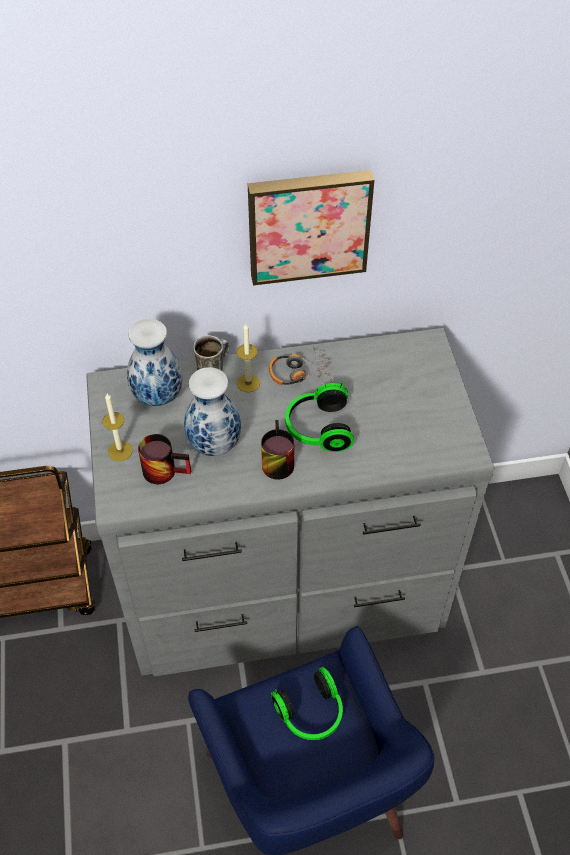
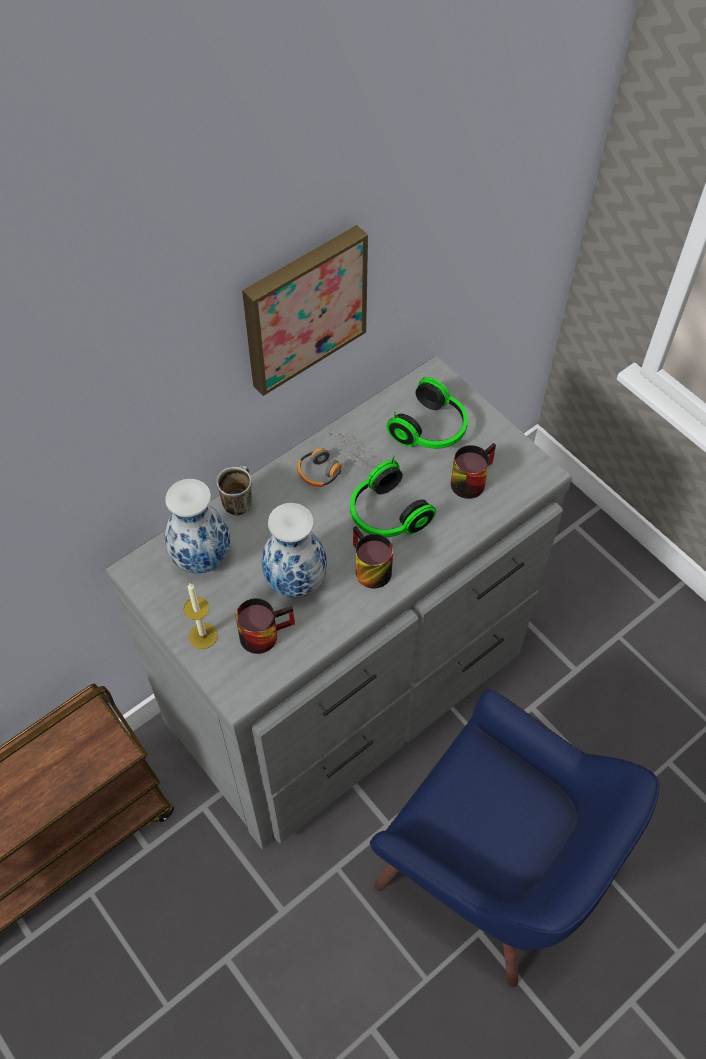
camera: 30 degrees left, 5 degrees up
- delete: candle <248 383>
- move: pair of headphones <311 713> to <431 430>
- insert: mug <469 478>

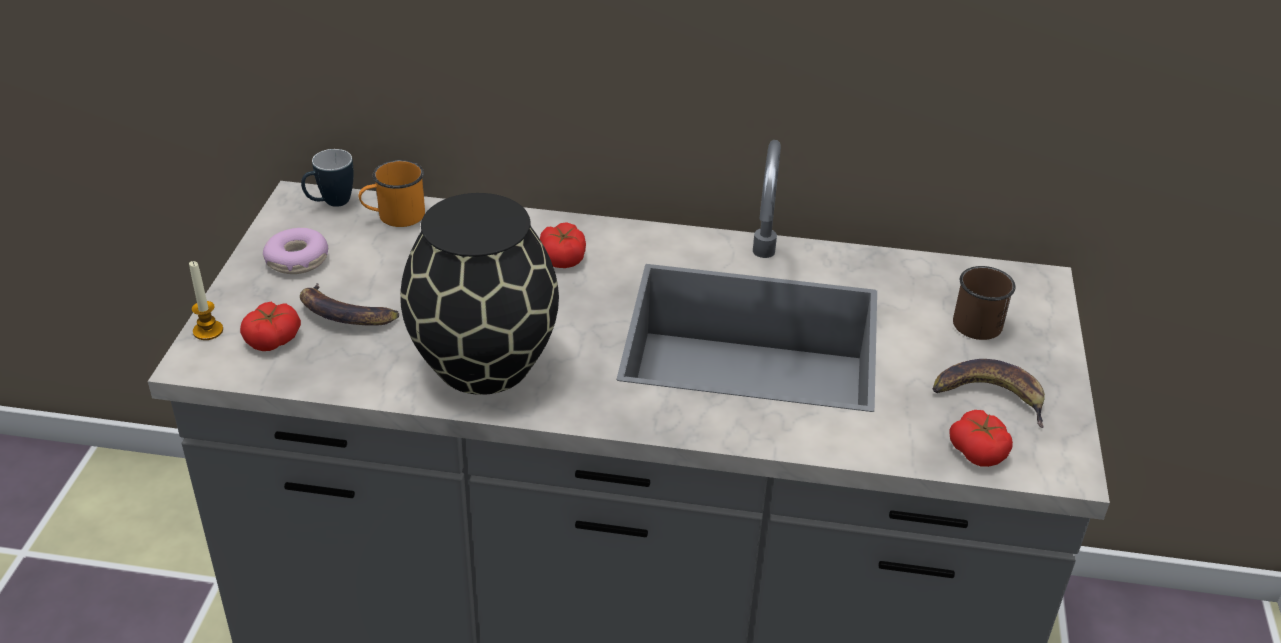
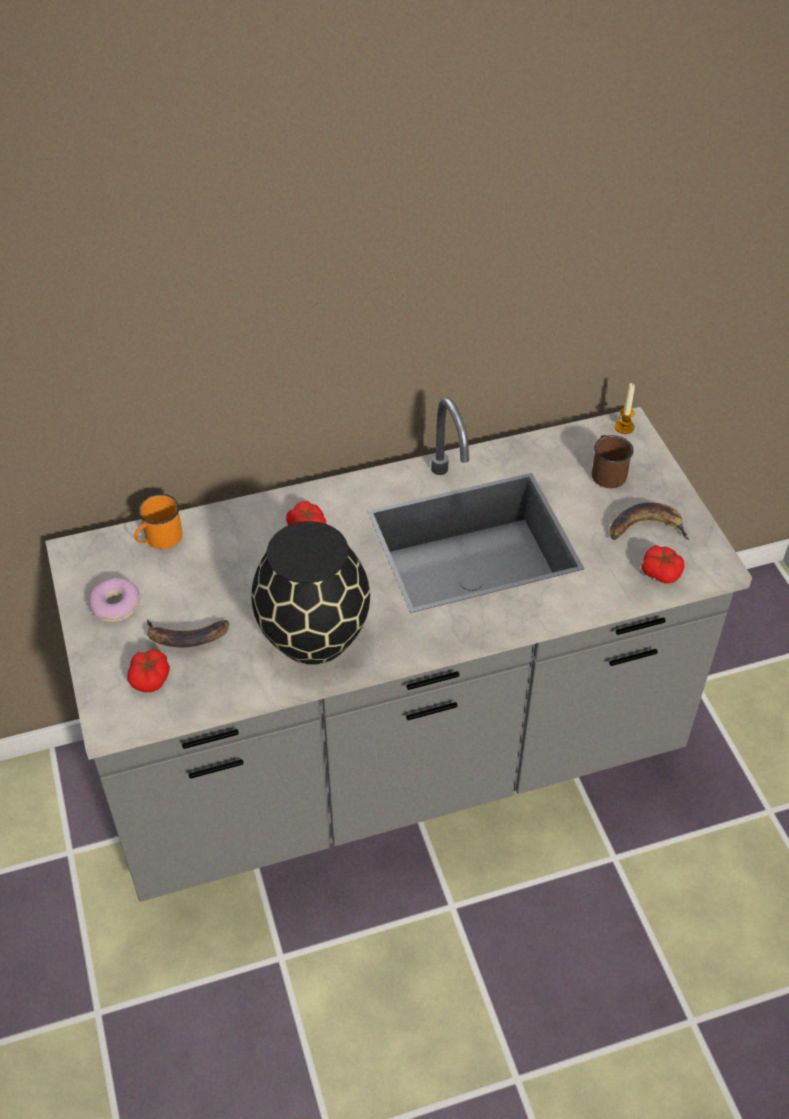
camera: 25 degrees left, 10 degrees up
- move: candle <208 331> to <624 427>
- delete: mug <330 203>

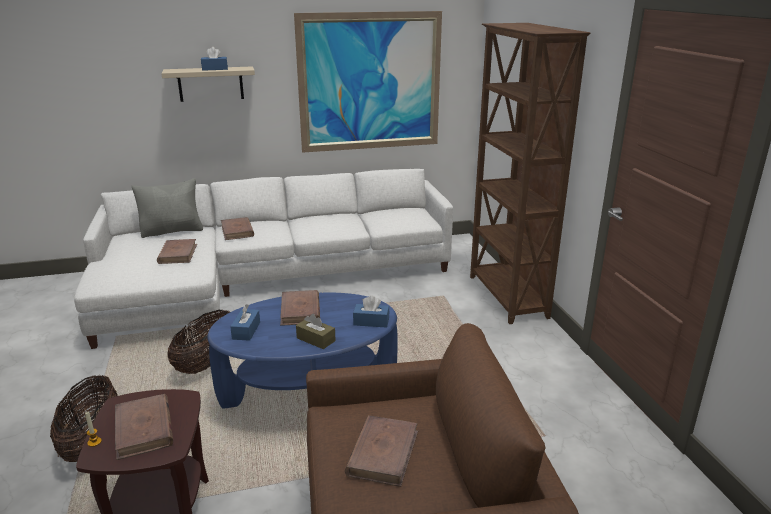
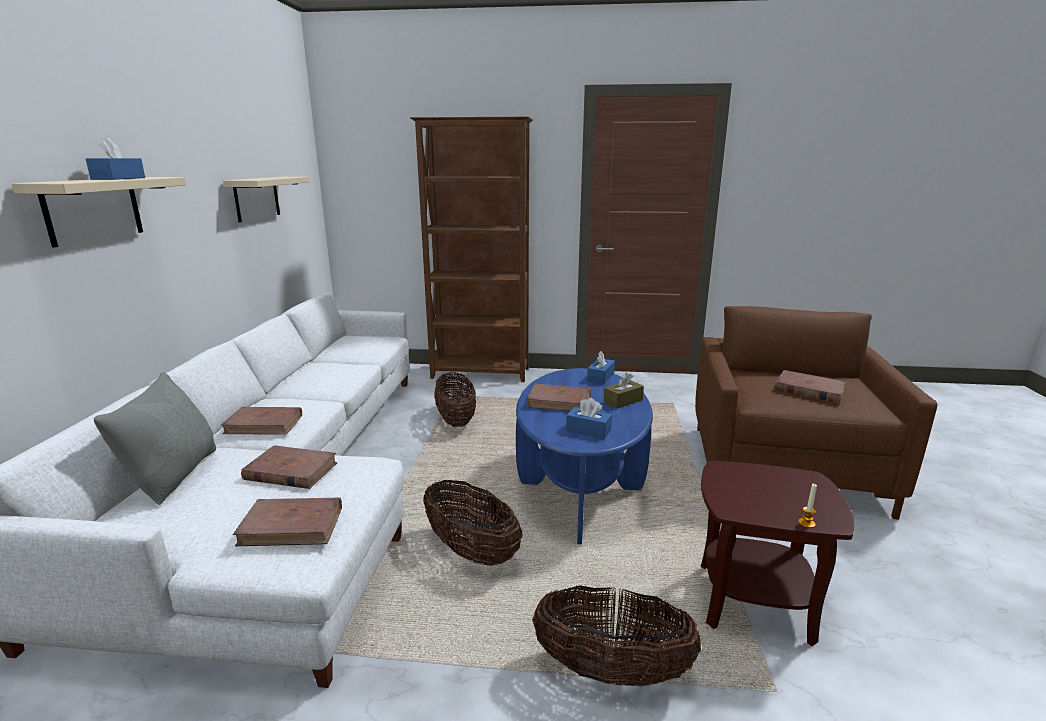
camera: 70 degrees left, 5 degrees down
- move: brownish book <144 429> to <292 526>
- replace: picture <370 82> to beige-coloured bracket shelf <257 198>
- insert: storage basket <456 420>

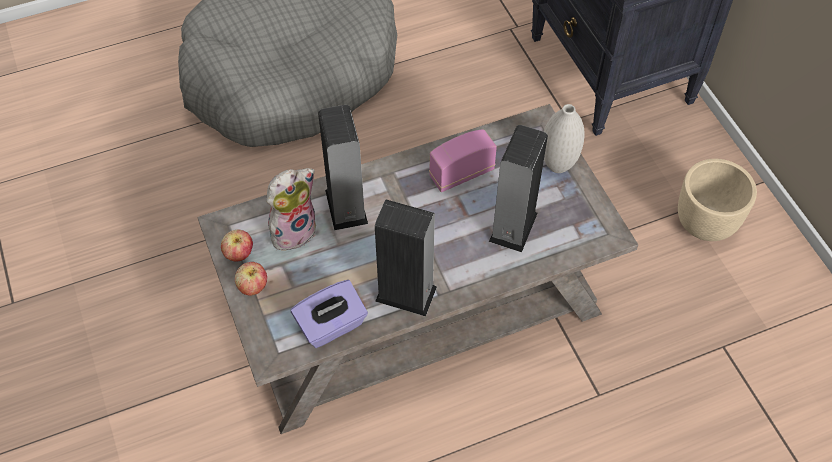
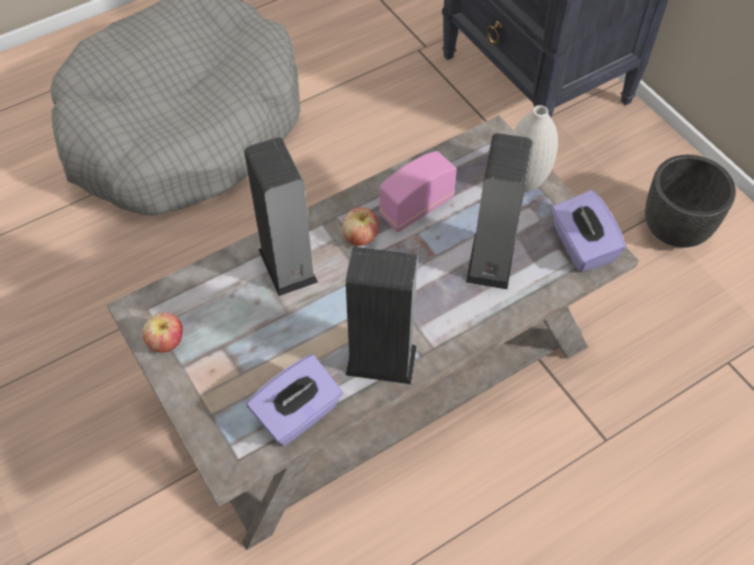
camera: 10 degrees left, 0 degrees up
- move: whole apple <253 287> to <360 238>
- delete: soft toy <293 230>
- recolor: beige-coloured flower pot <704 224> to black-coloured flower pot <674 230>
- insert: purple-coloured box of tissues <581 246>

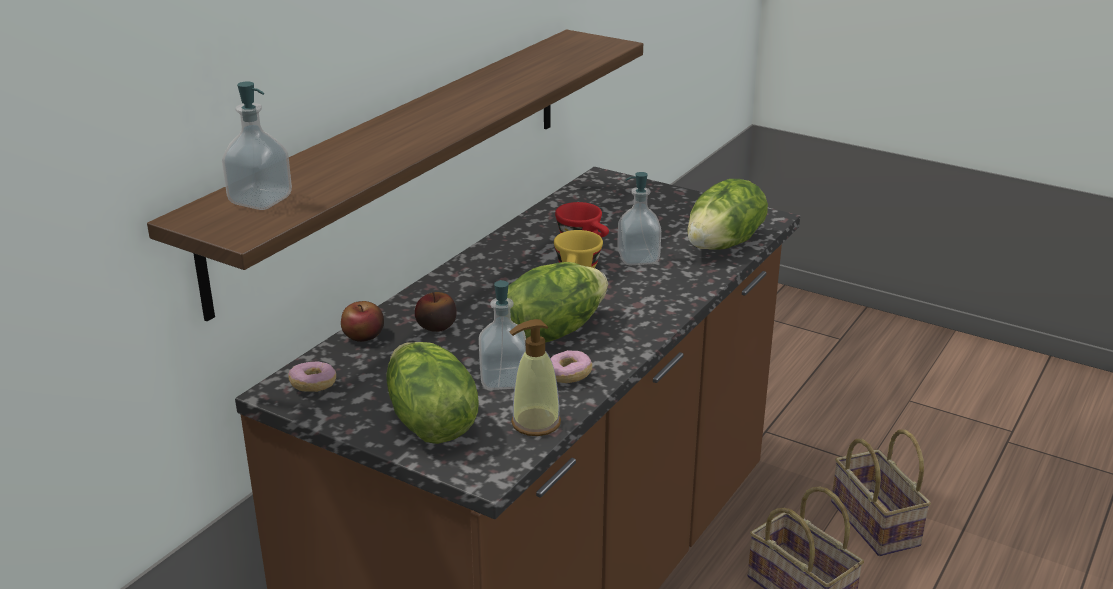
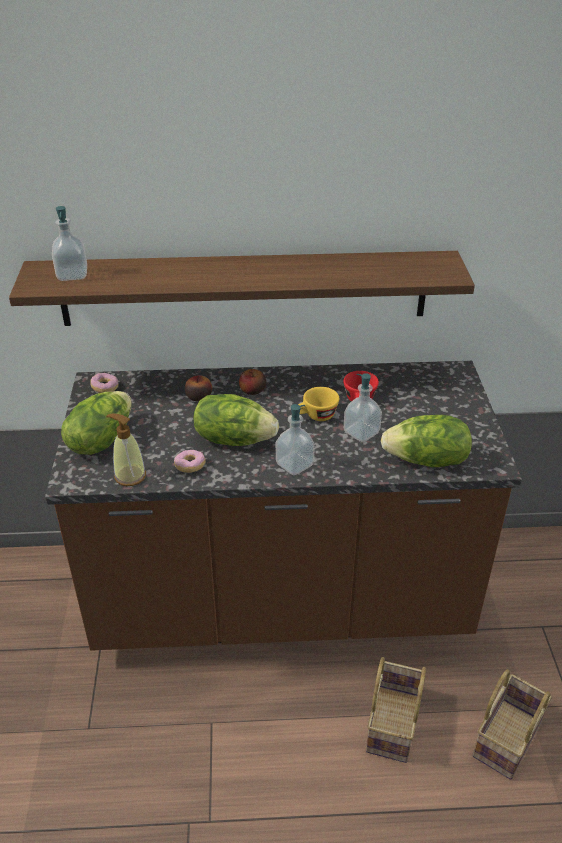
camera: 55 degrees right, 10 degrees up
- move: whole apple <364 335> to <252 390>
- move: liquid soap bottle <503 380> to <294 464>

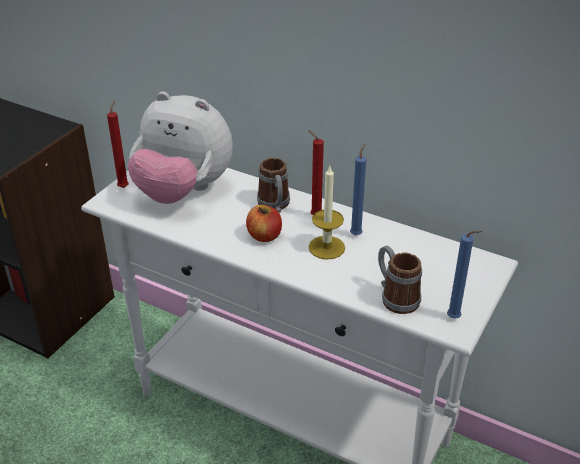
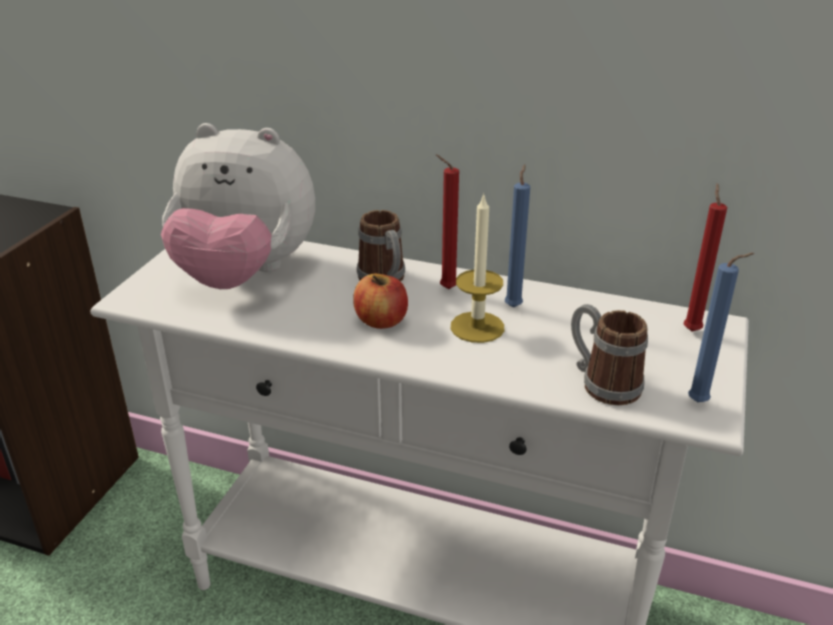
camera: 10 degrees left, 5 degrees down
- move: reddish candle <124 186> to <691 329>

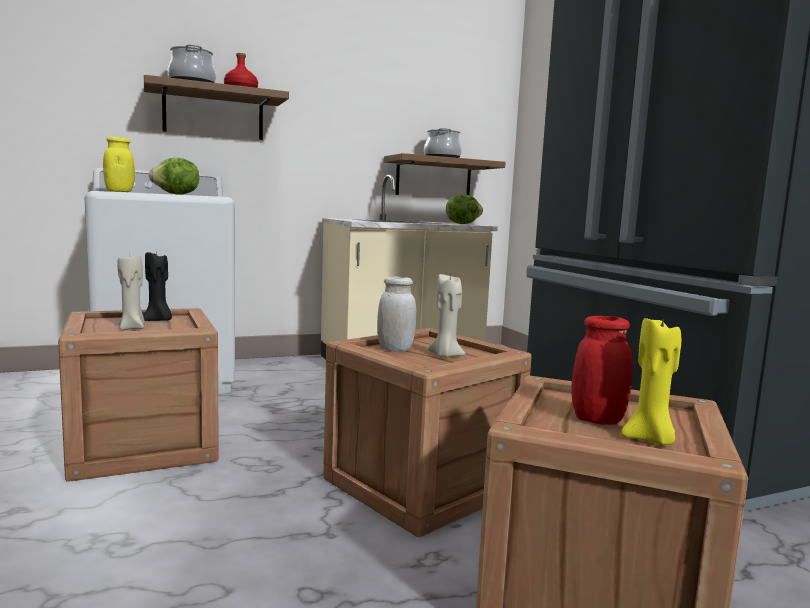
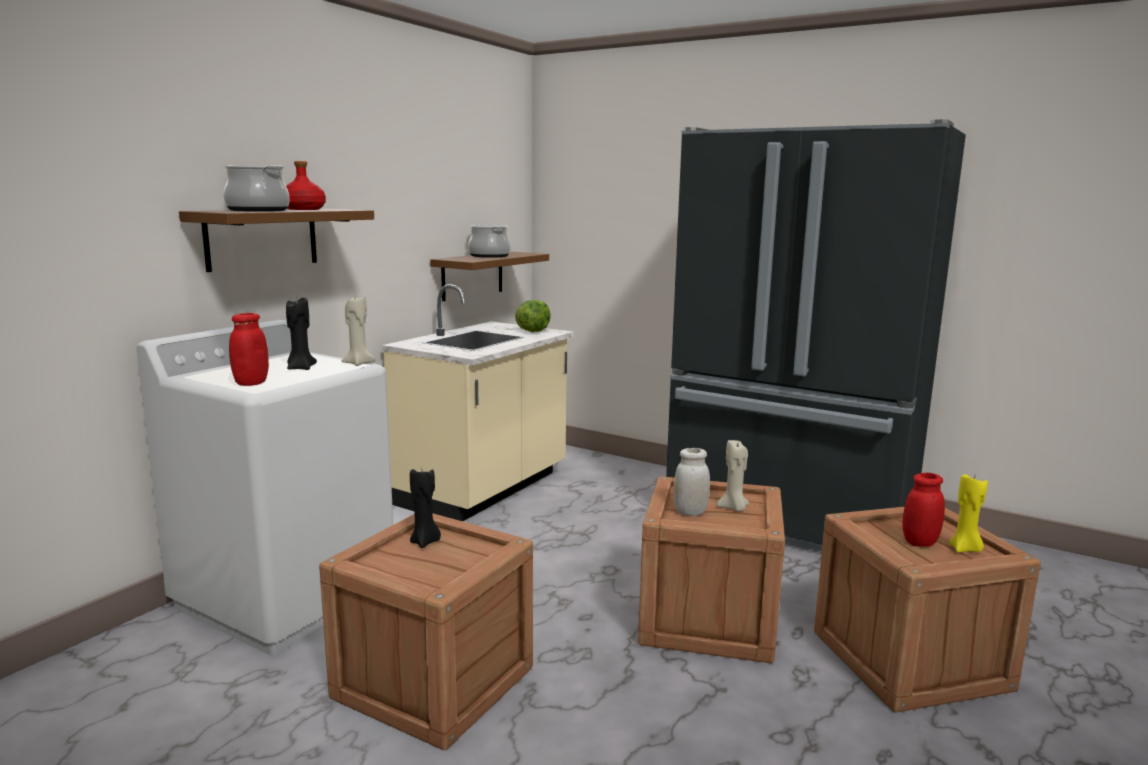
camera: 35 degrees left, 5 degrees up
- recolor: yellow-coloured jar <119 191> to reddish jar <251 383>
- move: beige-coloured candle <132 328> to <358 363>
- replace: lettuce head <176 194> to black-coloured candle <300 368>

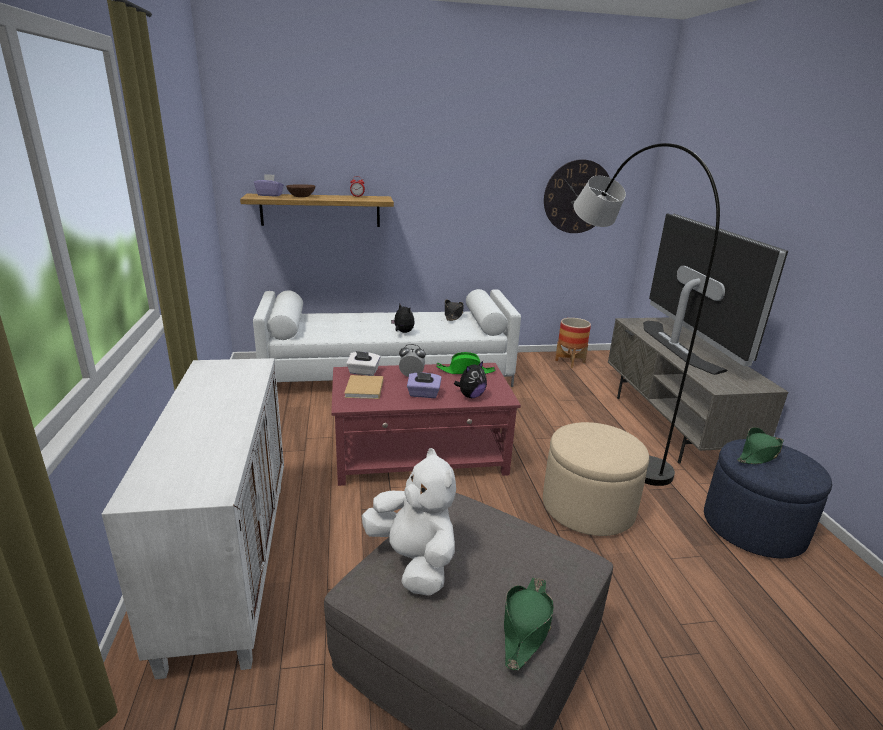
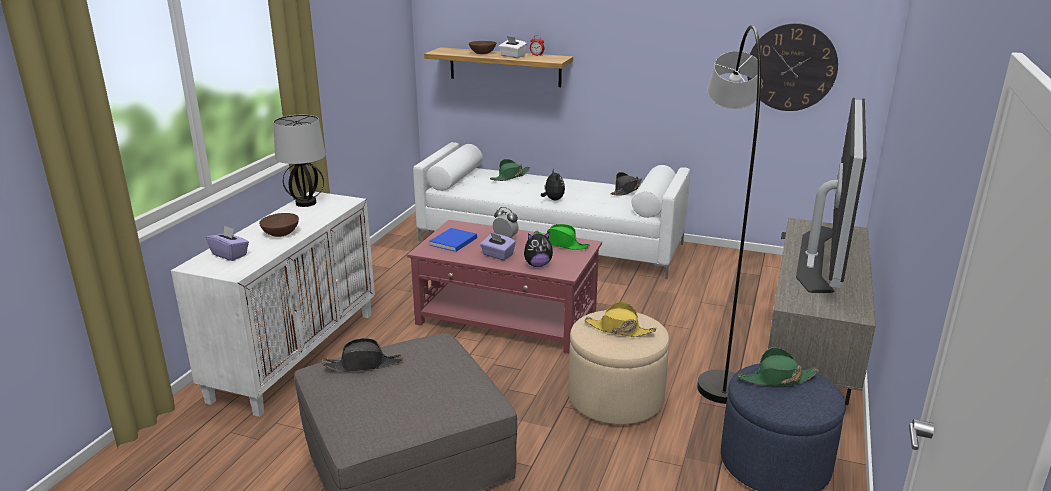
camera: 30 degrees right, 0 degrees up
- move: purple-coloured box of tissues <270 195> to <230 255>
- recolor: beige-coloured book <364 389> to blue-coloured book <452 242>
- move: white-coloured box of tissues <363 372> to <512 56>
- replace: white-coloured soft toy <414 561> to black-coloured wearable hat <363 364>
- move: green wearable hat <526 627> to <510 176>
- delete: flower pot <570 361>
- insert: brownish bowl <281 233>
- insert: table lamp <306 203>
- insert: yellow-coloured wearable hat <619 329>

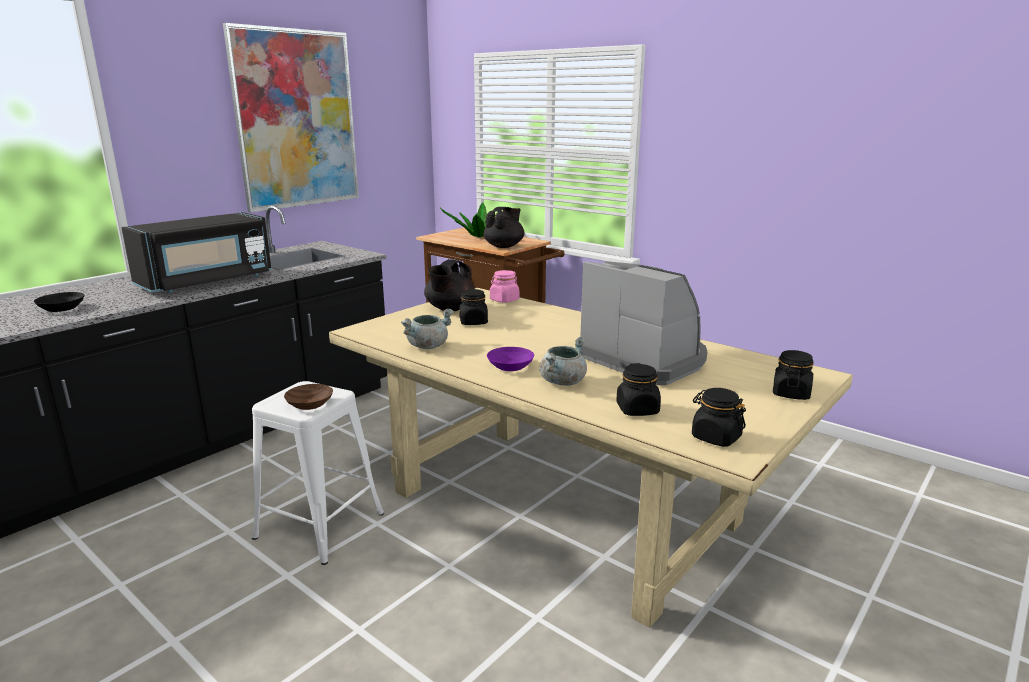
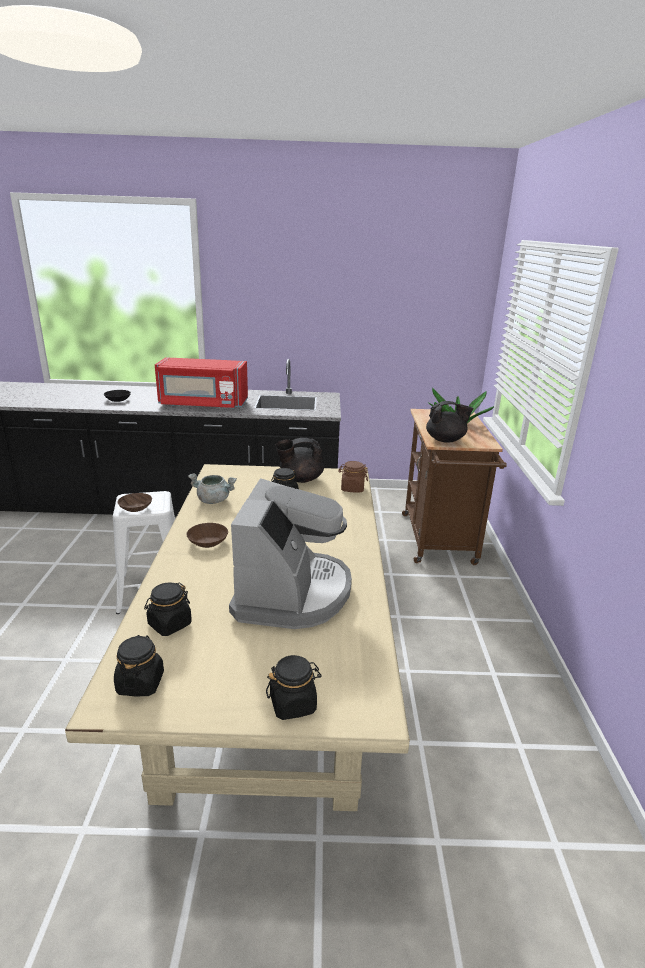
camera: 50 degrees right, 5 degrees up
- recolor: black-coloured microwave <207 281> to reddish microwave <203 404>
- delete: picture <296 120>
- recolor: purple-coloured bowl <509 366> to brownish bowl <207 541>
- recolor: pink jar <504 300> to brownish jar <352 488>
- delete: gray cooking pot <562 381>

